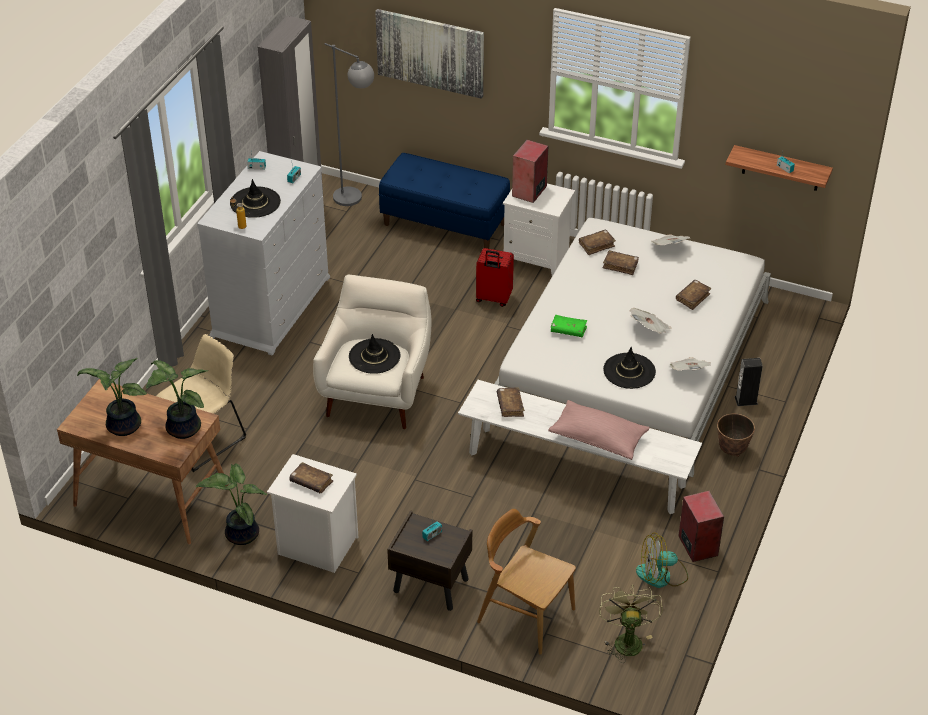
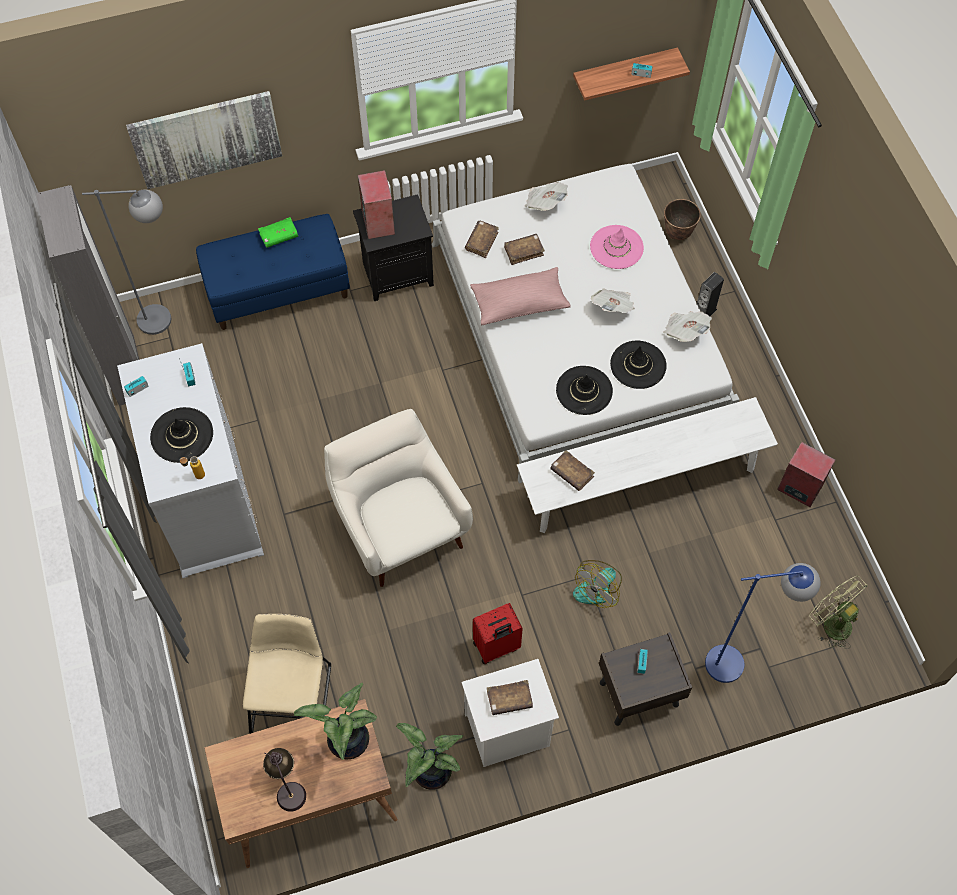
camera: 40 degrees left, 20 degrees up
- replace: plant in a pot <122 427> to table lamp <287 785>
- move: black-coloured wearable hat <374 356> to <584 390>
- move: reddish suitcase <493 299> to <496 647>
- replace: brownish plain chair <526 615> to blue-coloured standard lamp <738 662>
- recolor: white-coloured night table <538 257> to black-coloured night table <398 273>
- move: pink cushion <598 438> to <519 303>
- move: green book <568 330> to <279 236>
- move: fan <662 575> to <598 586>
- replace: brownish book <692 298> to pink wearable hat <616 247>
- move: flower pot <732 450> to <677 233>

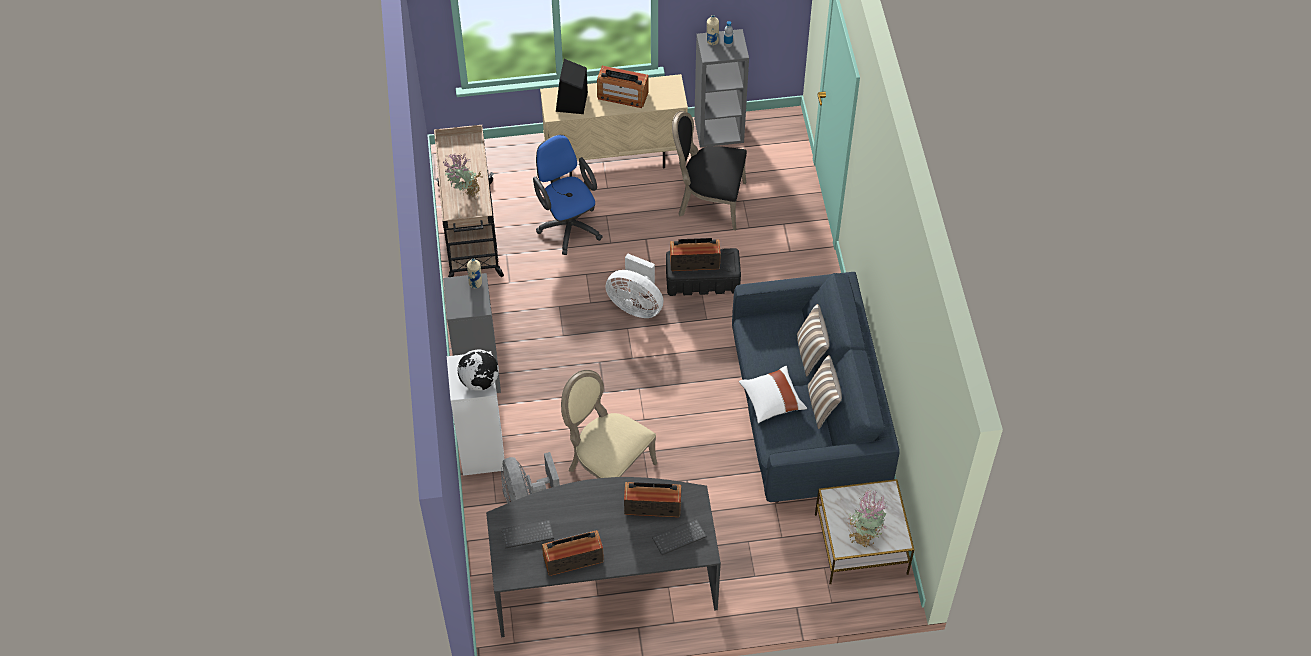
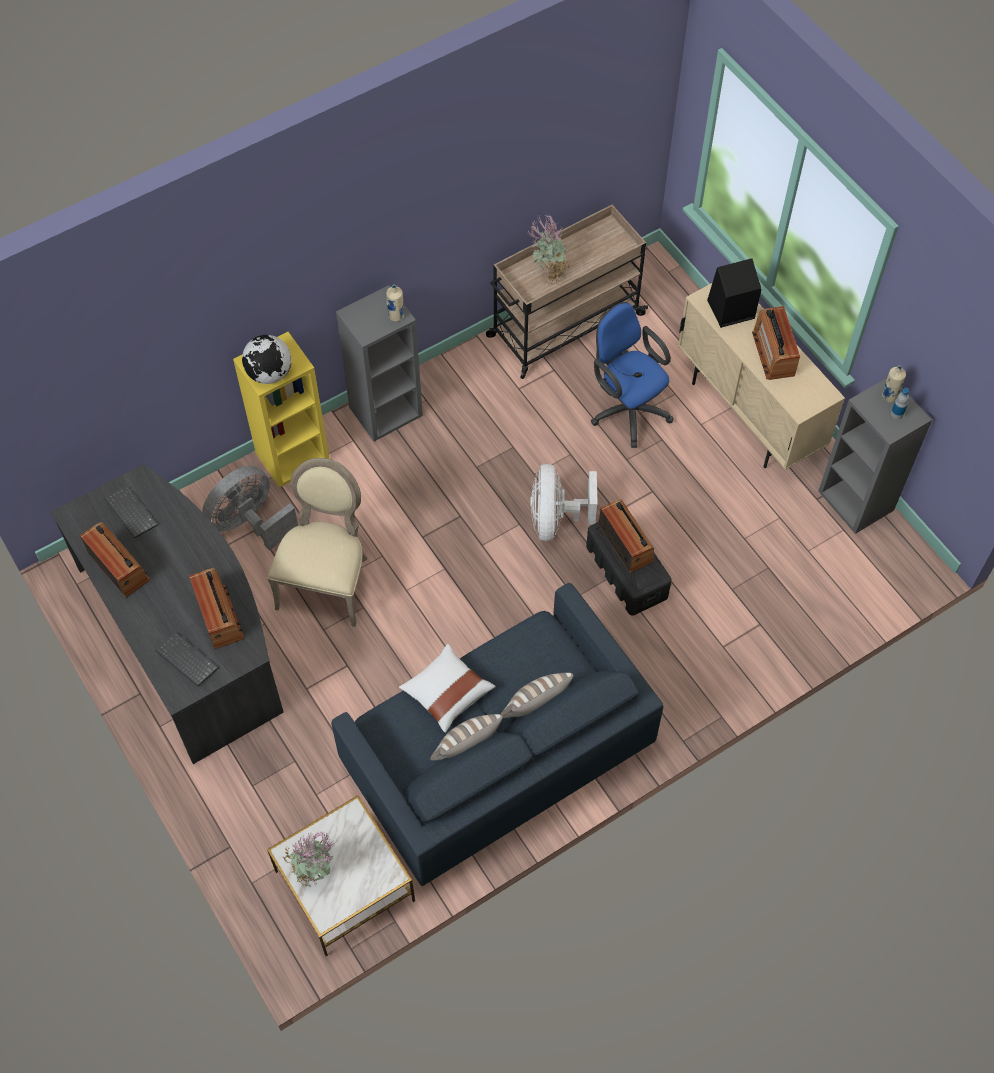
camera: 65 degrees right, 5 degrees up
- recolor: white-coloured bookcase <481 451> to yellow-coloured bookcase <293 456>
- rotate: blue-coloured desk chair <568 225> = <627 409> 75 degrees counterclockwise
- delete: black-coloured plain chair <709 201>

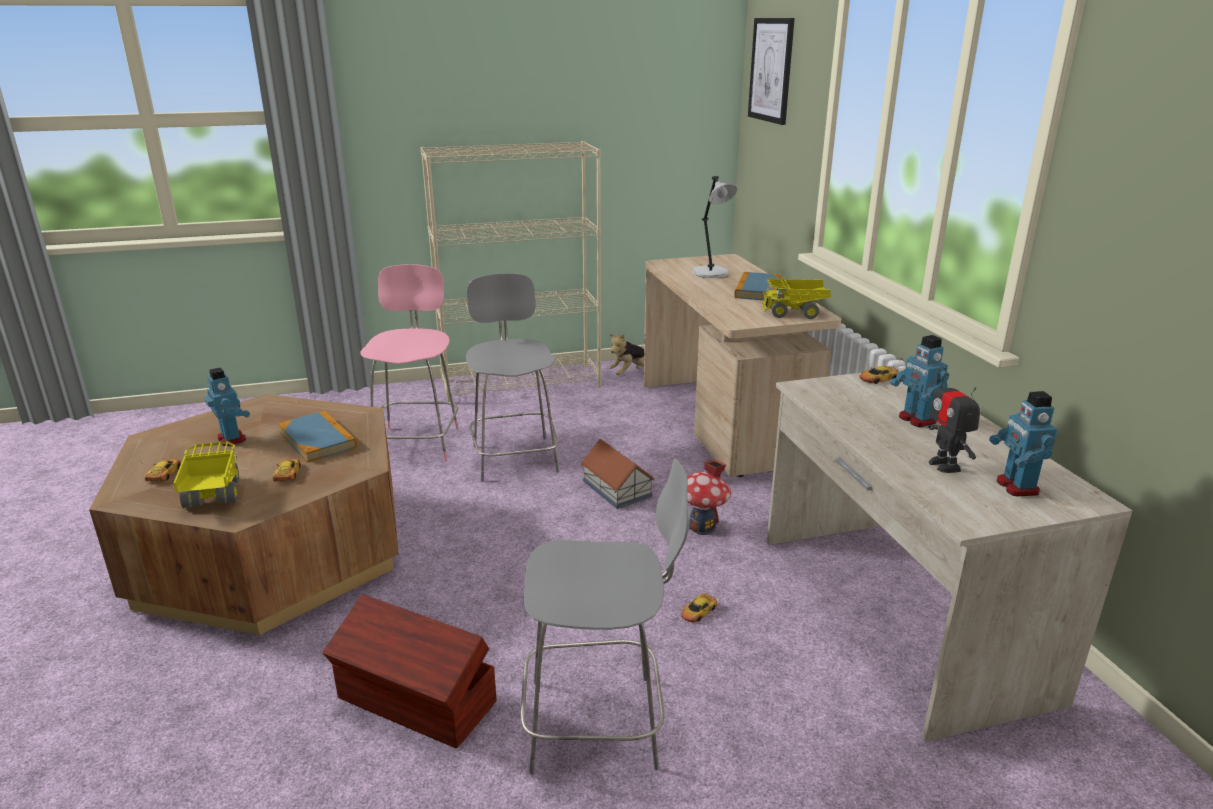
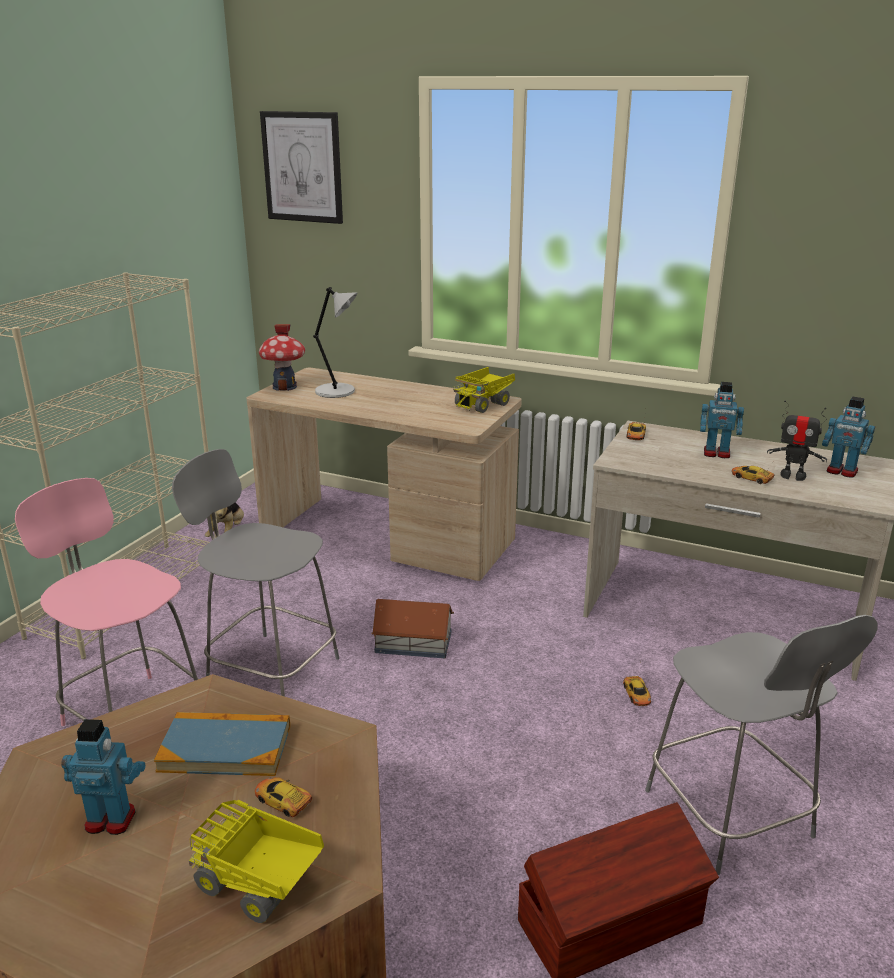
camera: 50 degrees left, 0 degrees up
- move: model car <164 473> to <751 478>
- rotate: gray plain chair <599 723> = <731 817> 120 degrees clockwise
- move: miniature house <702 527> to <285 387>
- delete: book <758 290>

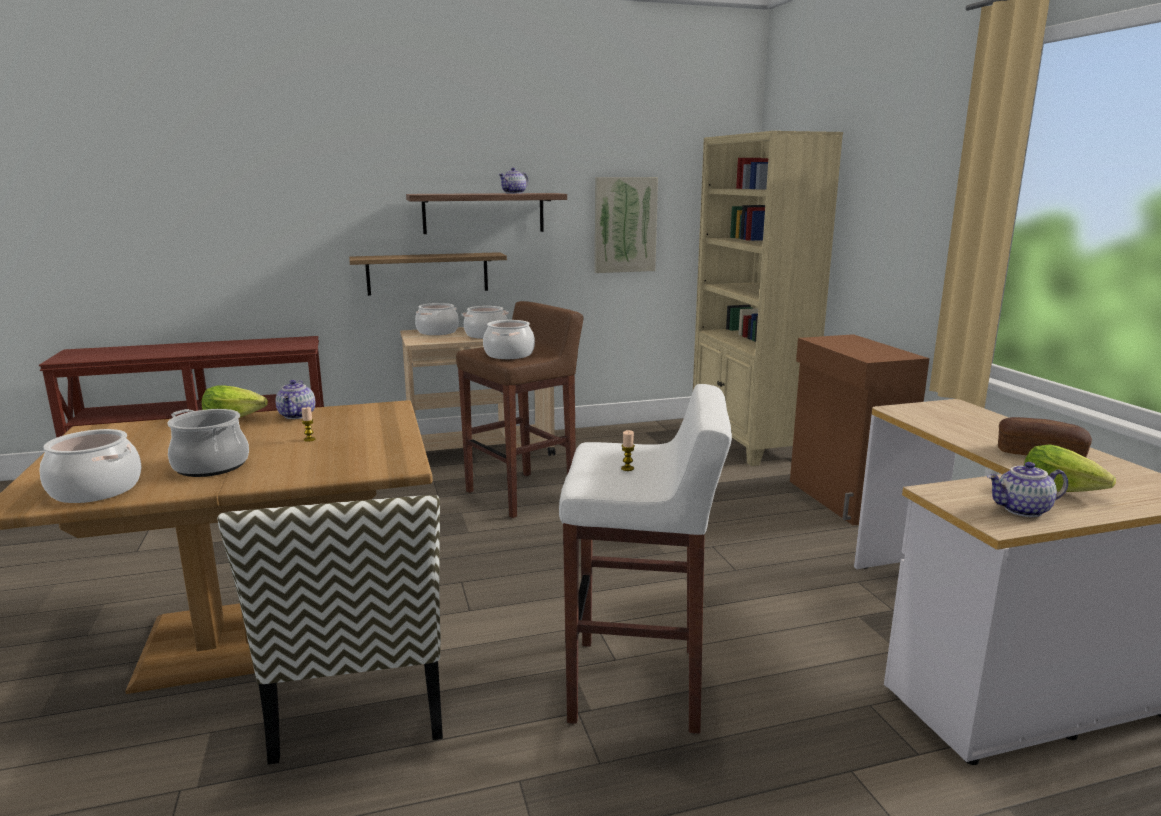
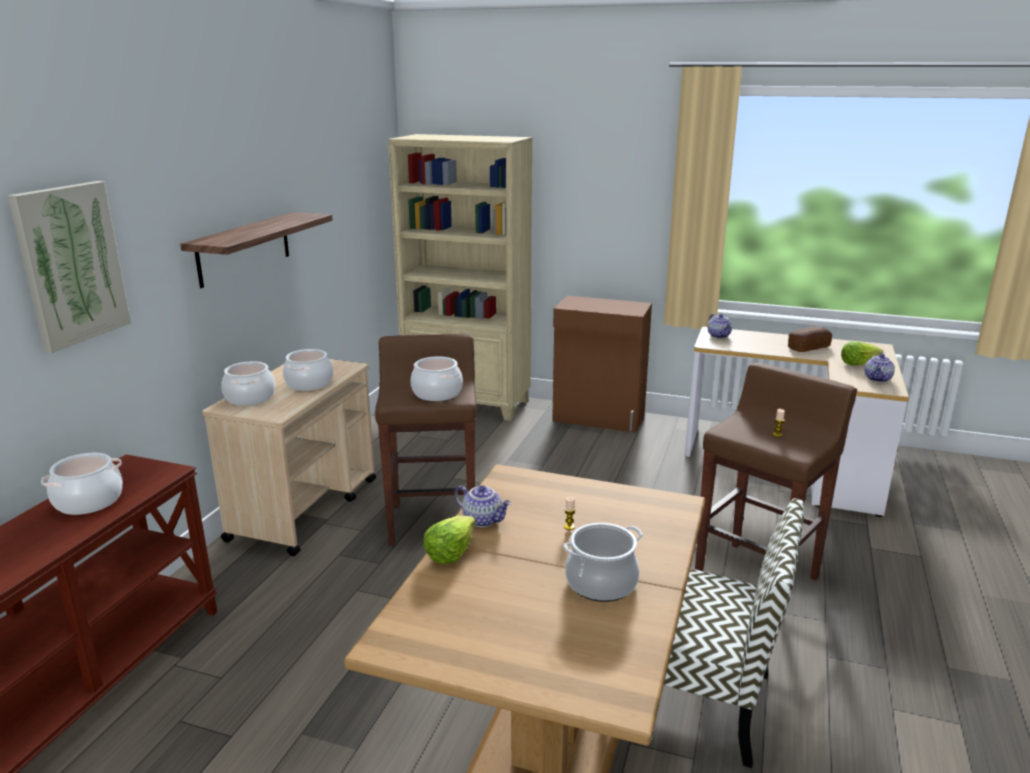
camera: 55 degrees left, 5 degrees up
- move: cooking pot <95 490> to <88 501>
- delete: bracket shelf <427 273>
- move: teapot <514 193> to <719 336>
- recolor: white-coloured stool seat <639 685> to brownish stool seat <757 577>
- move: picture <625 225> to <71 264>

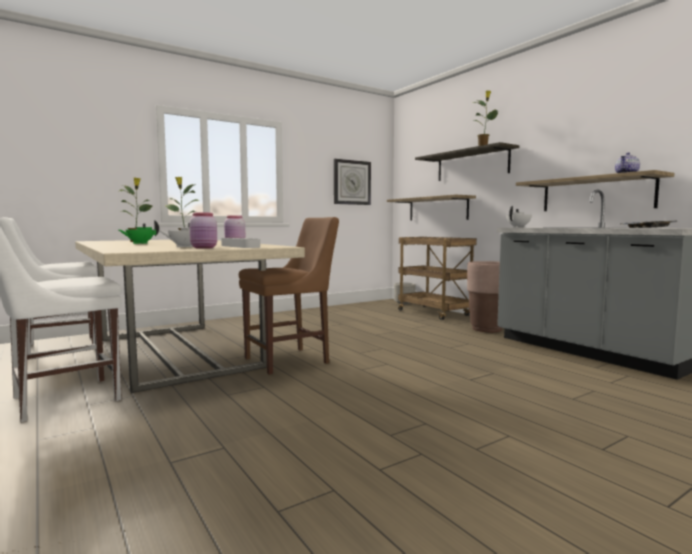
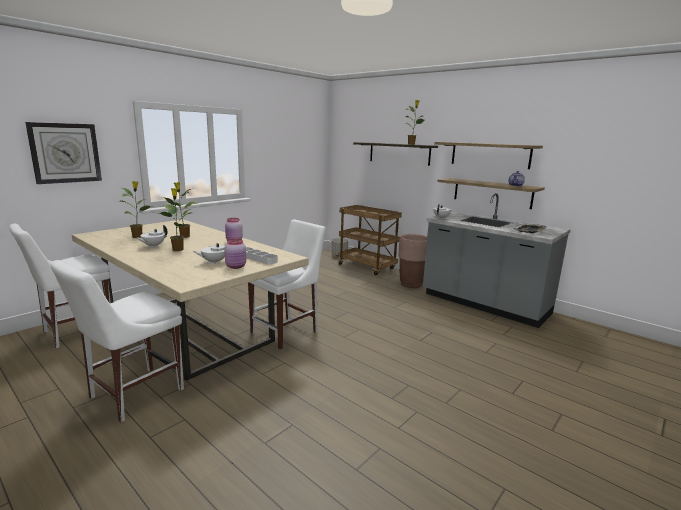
camera: 15 degrees left, 10 degrees up
- recolor: green teapot <140 243> to white-coloured teapot <153 246>
- recolor: brownish plain chair <291 360> to white-coloured plain chair <287 331>
- move: wall clock <352 182> to <65 153>
- move: bracket shelf <437 209> to <490 155>
- insert: plant in a pot <178 249>

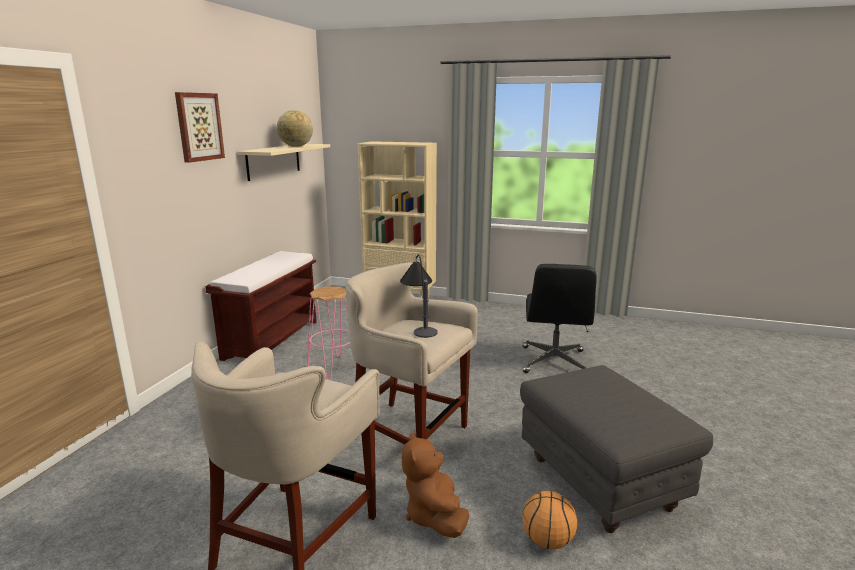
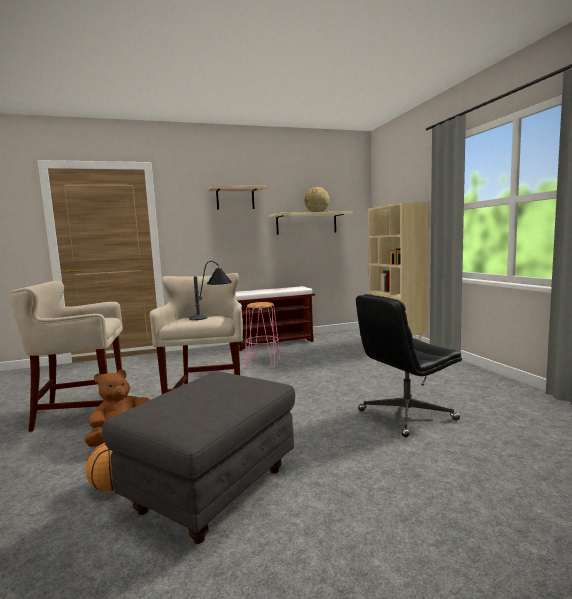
camera: 55 degrees right, 10 degrees down
- replace: picture <199 127> to bracket shelf <235 198>

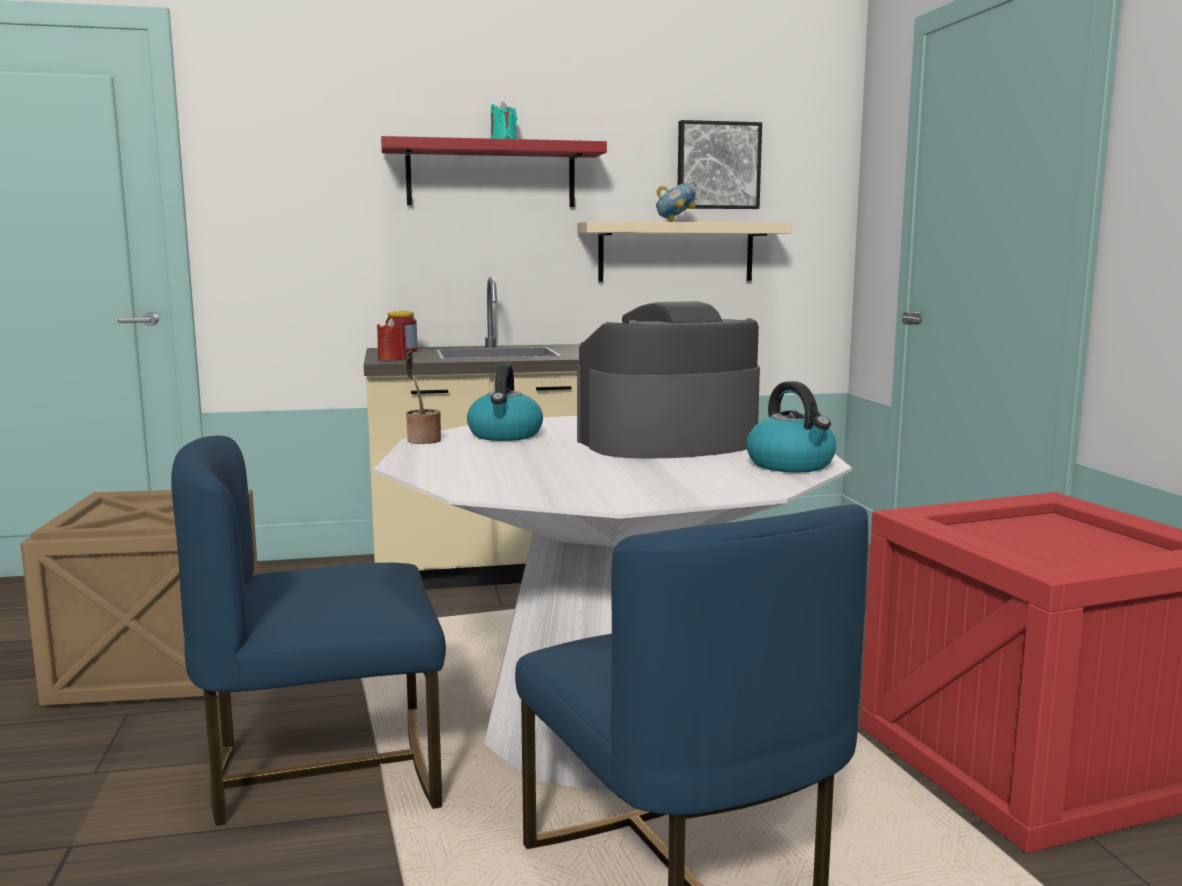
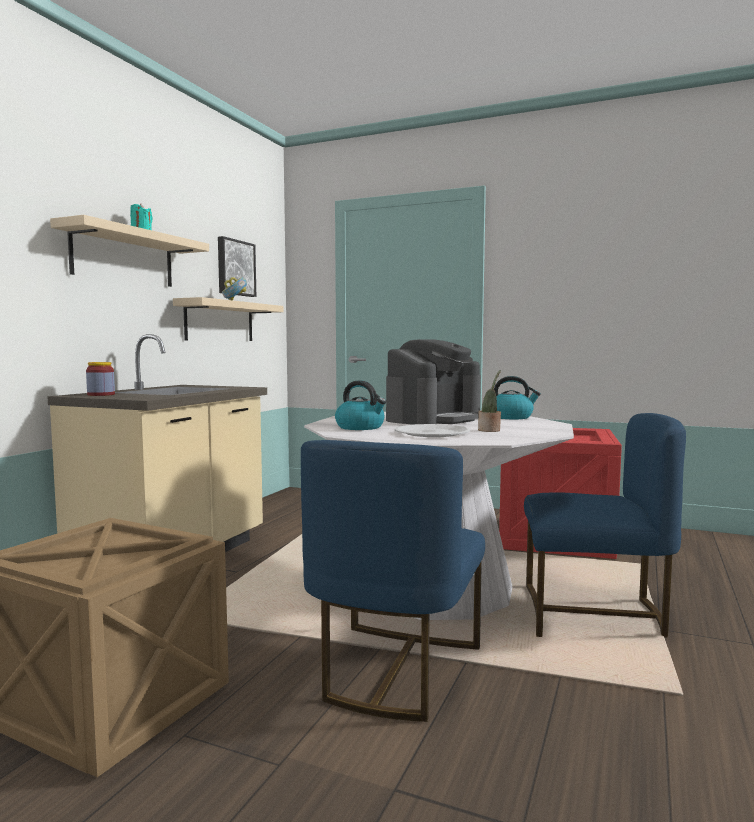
camera: 55 degrees left, 5 degrees down
- delete: reddish candle <392 359>
- recolor: reddish bracket shelf <491 175> to beige-coloured bracket shelf <123 257>
- move: plant in a pot <422 441> to <490 430>
- rotate: coffee machine <667 442> = <433 419> 150 degrees counterclockwise
- insert: white-coloured flat dish <432 433>

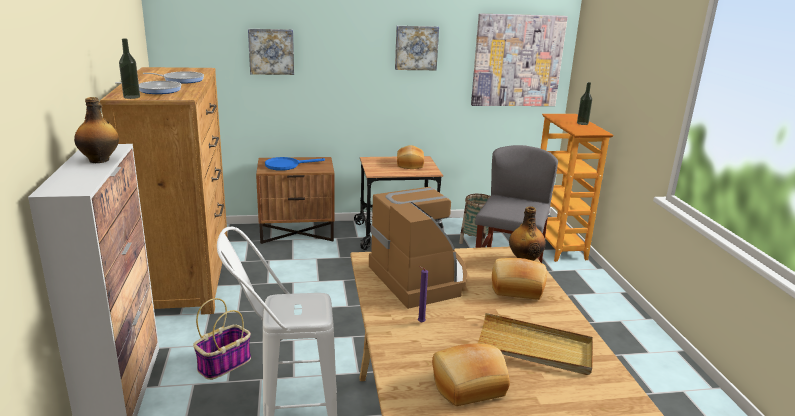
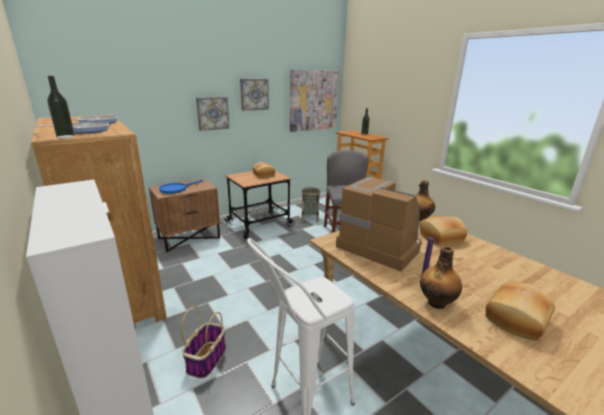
camera: 25 degrees left, 0 degrees up
- move: beverage bottle <100 160> to <437 302>
- move: picture <271 51> to <212 113>
- delete: beige-coloured serving tray <534 348>

